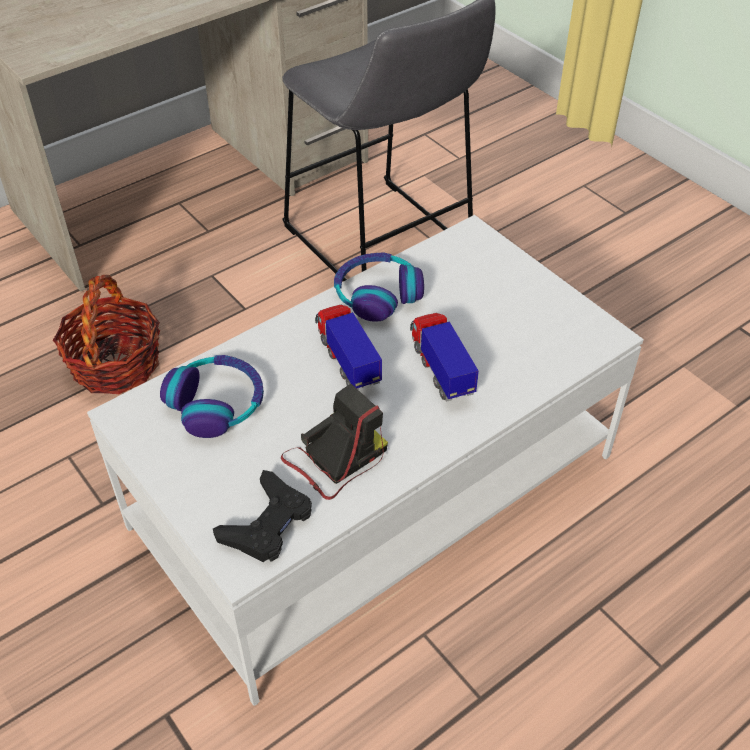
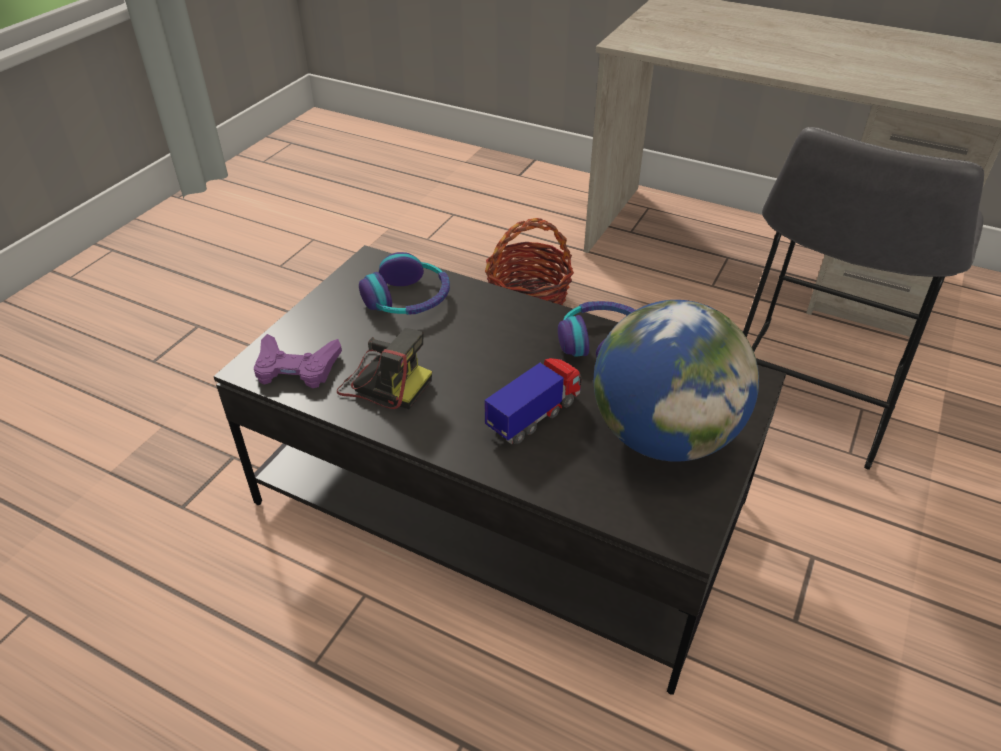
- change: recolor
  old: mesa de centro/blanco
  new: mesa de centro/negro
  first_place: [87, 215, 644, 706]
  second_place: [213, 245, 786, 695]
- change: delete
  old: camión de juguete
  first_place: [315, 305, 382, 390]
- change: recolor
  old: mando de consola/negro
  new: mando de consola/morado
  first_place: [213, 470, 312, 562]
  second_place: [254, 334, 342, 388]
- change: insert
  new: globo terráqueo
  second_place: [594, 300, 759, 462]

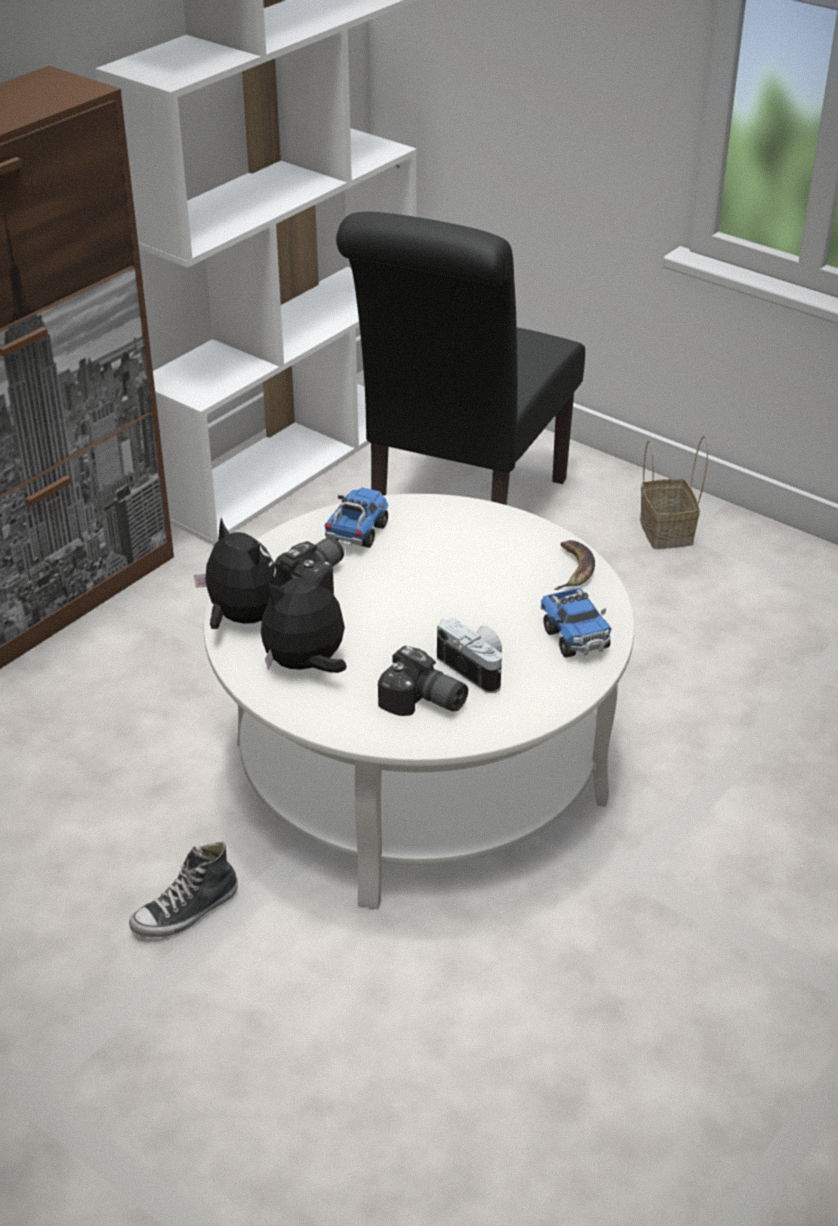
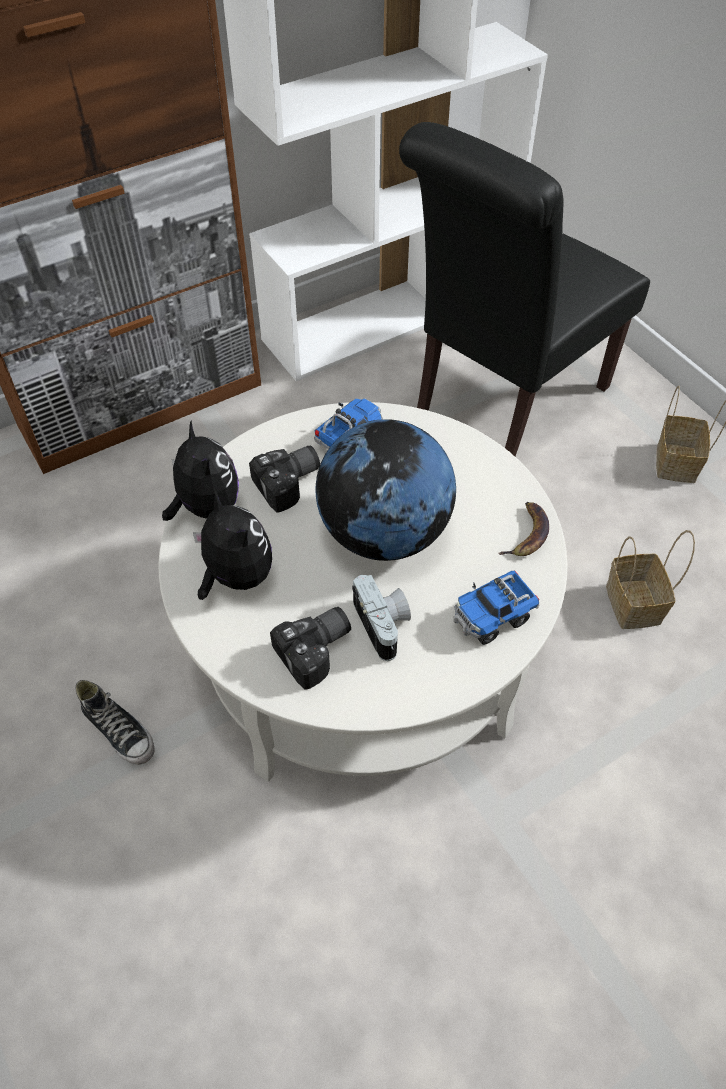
- change: rotate
  old: peluche
  first_place: [261, 567, 347, 673]
  second_place: [193, 491, 272, 600]
  degrees: 60
- change: rotate
  old: camión de juguete
  first_place: [541, 588, 612, 658]
  second_place: [453, 571, 539, 645]
  degrees: 60
- change: rotate
  old: cámara
  first_place: [378, 646, 468, 716]
  second_place: [270, 607, 351, 690]
  degrees: -90
- change: rotate
  old: zapato
  first_place: [129, 842, 238, 937]
  second_place: [76, 680, 155, 765]
  degrees: -120
- change: insert
  new: globo terráqueo
  second_place: [316, 419, 456, 561]
- change: insert
  new: cesta
  second_place: [606, 530, 695, 629]

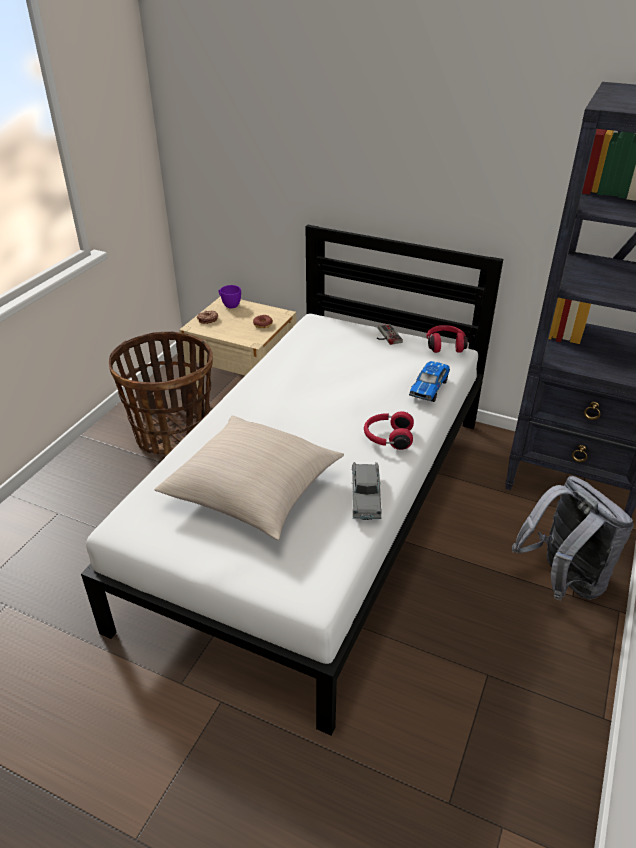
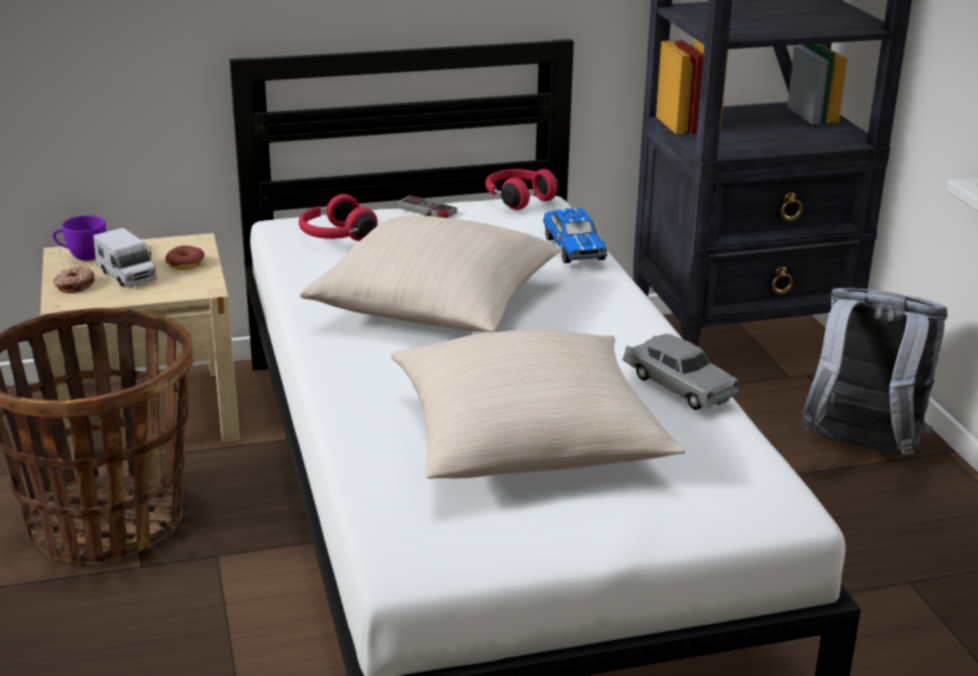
- change: move
  old: auriculares/rojo
  first_place: [364, 411, 414, 450]
  second_place: [299, 194, 378, 241]
- change: insert
  new: cojín/beis
  second_place: [300, 215, 562, 332]
- change: insert
  new: camión de juguete
  second_place: [93, 228, 157, 287]

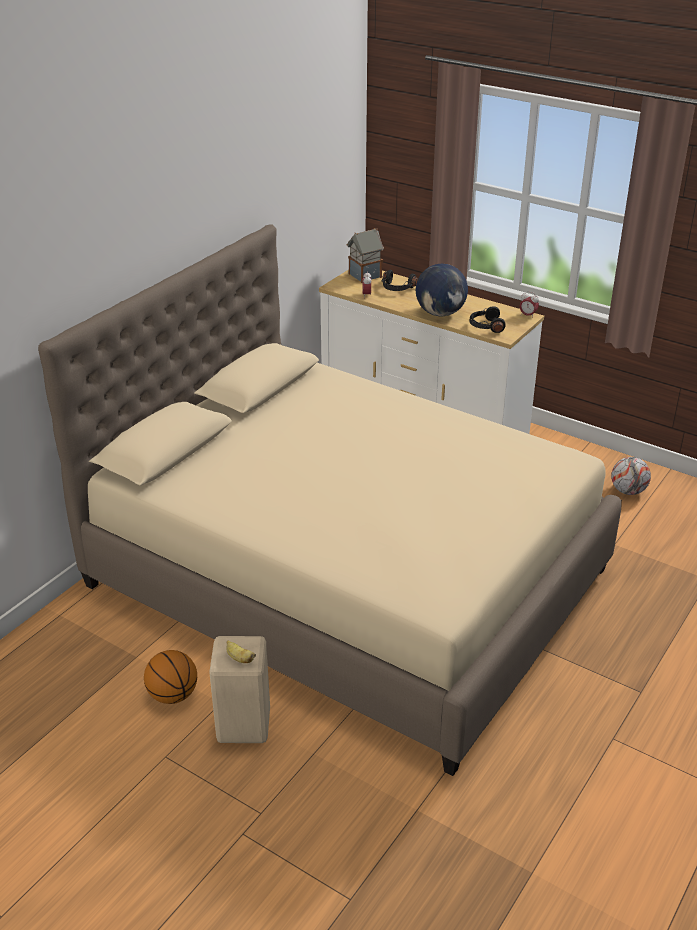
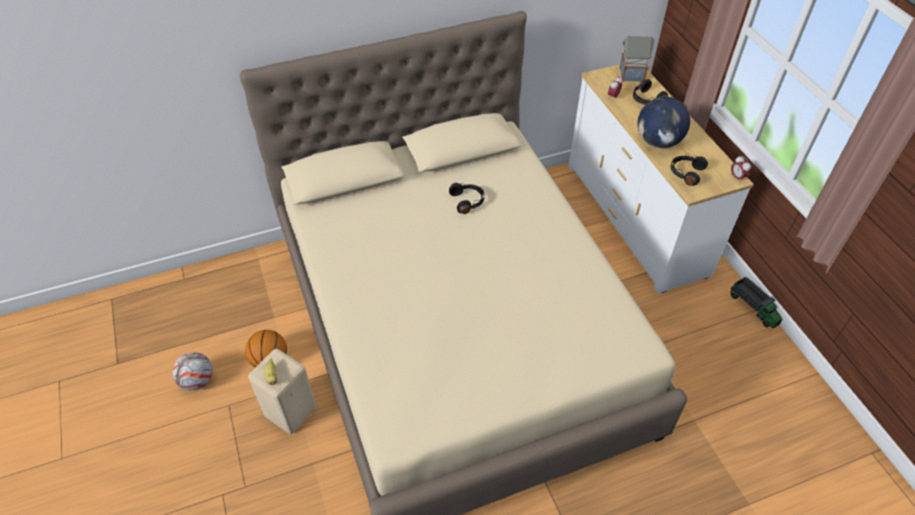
- change: move
  old: balón de fútbol
  first_place: [611, 457, 651, 495]
  second_place: [172, 352, 213, 391]
- change: insert
  new: auriculares/negro
  second_place: [449, 183, 485, 214]
- change: insert
  new: camión de juguete
  second_place: [730, 277, 782, 328]

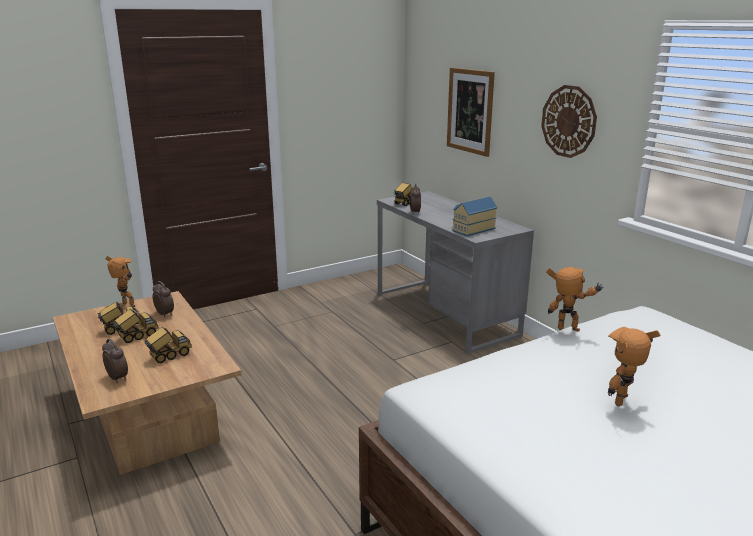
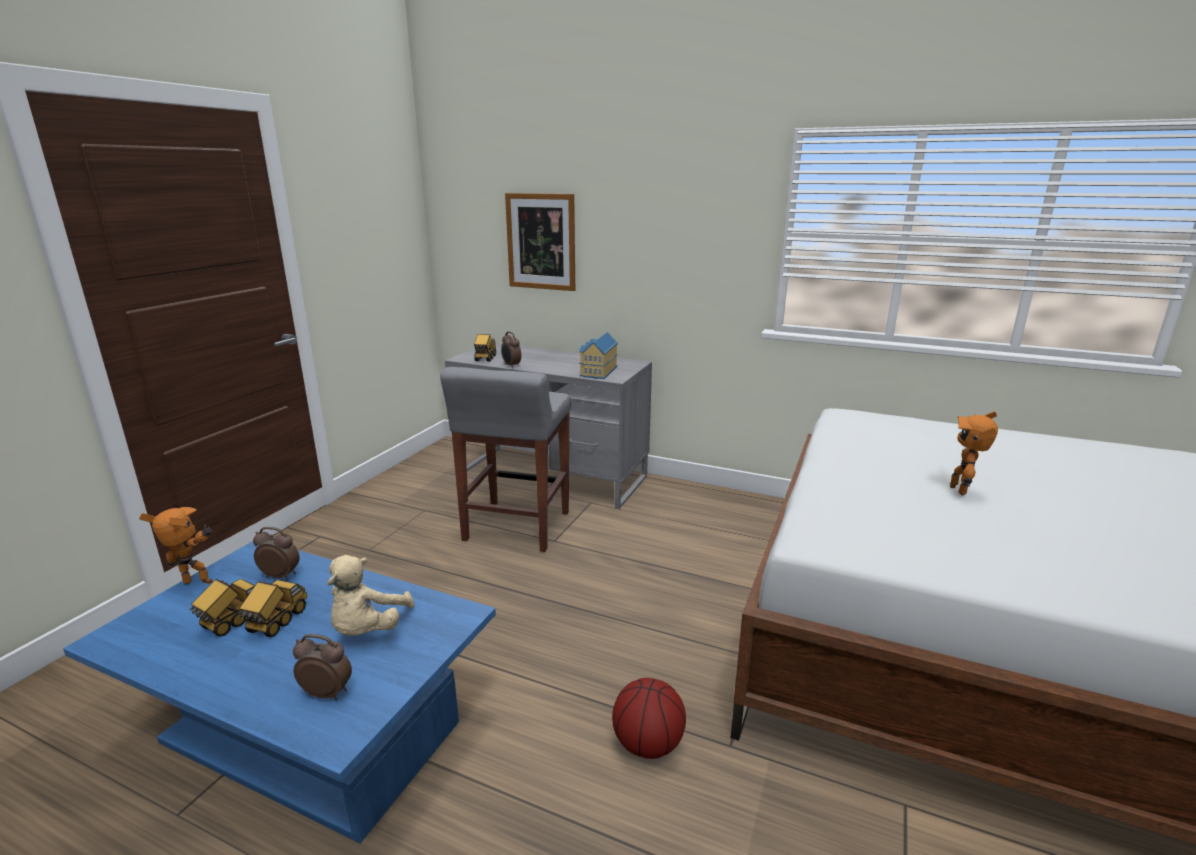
- change: delete
  old: reloj de pared
  first_place: [541, 85, 597, 158]
- change: delete
  old: robot de juguete
  first_place: [546, 267, 604, 332]
- change: recolor
  old: mesa de centro/marrón
  new: mesa de centro/azul
  first_place: [53, 291, 242, 475]
  second_place: [63, 541, 496, 844]
- change: replace
  old: camión de juguete
  new: peluche/beis
  first_place: [144, 326, 192, 363]
  second_place: [327, 555, 415, 636]
- change: insert
  new: taburete/gris
  second_place: [440, 367, 571, 552]
- change: insert
  new: balón de baloncesto
  second_place: [612, 678, 686, 759]

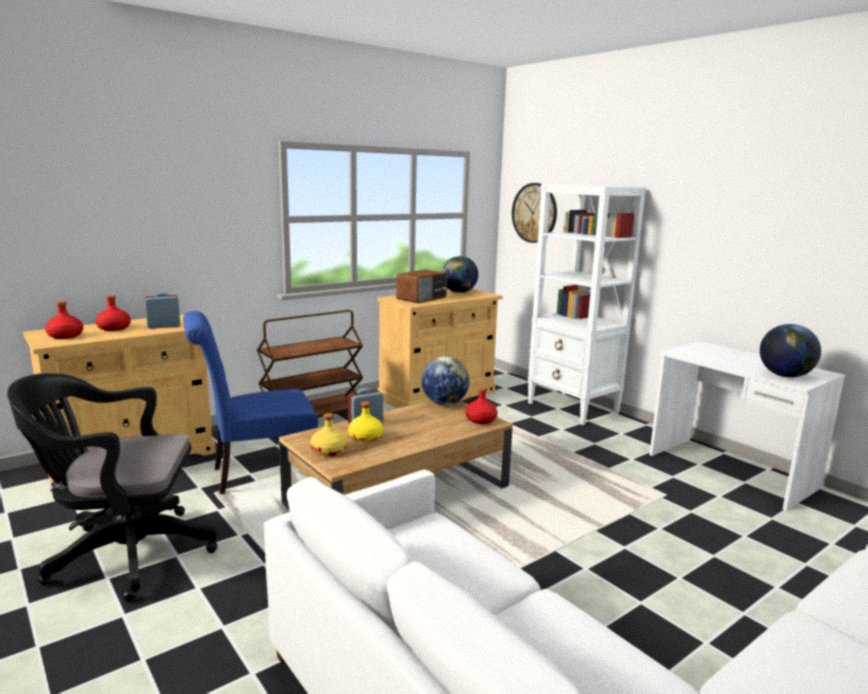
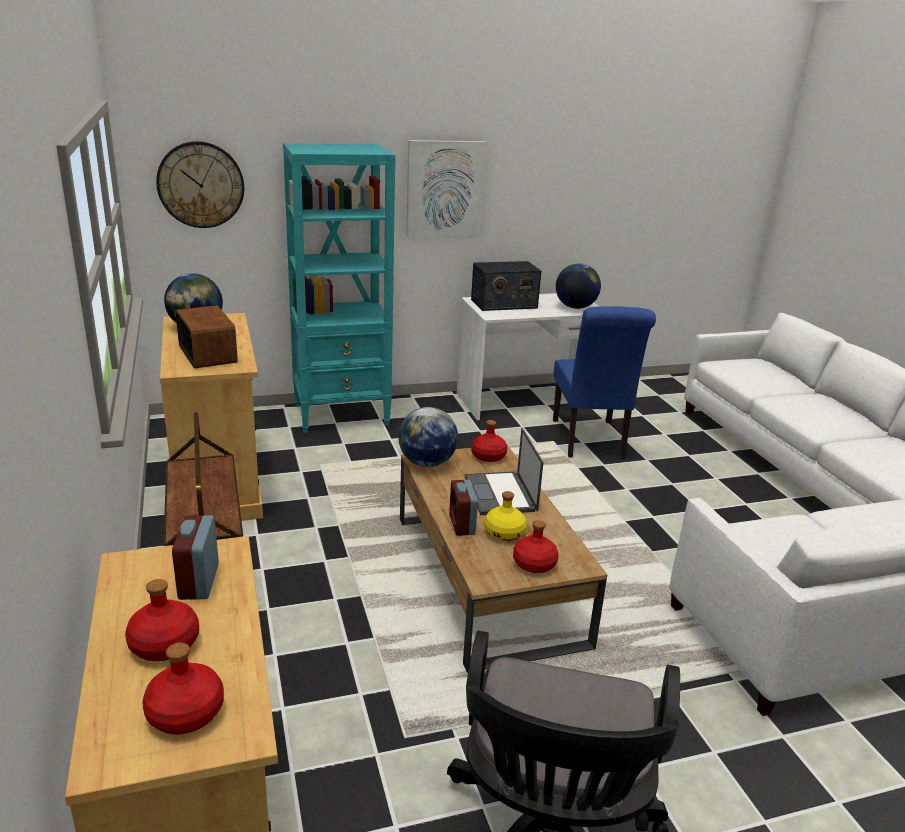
- change: recolor
  old: estantería/blanco
  new: estantería/turquesa
  first_place: [527, 184, 646, 425]
  second_place: [283, 143, 396, 433]
- change: move
  old: silla/azul
  first_place: [183, 311, 318, 494]
  second_place: [553, 306, 656, 459]
- change: recolor
  old: botella/amarillo
  new: botella/rojo
  first_place: [311, 413, 347, 456]
  second_place: [513, 520, 559, 573]
- change: insert
  new: cuadro
  second_place: [406, 140, 486, 238]
- change: insert
  new: radio
  second_place: [471, 261, 541, 311]
- change: insert
  new: portátil
  second_place: [465, 428, 544, 515]

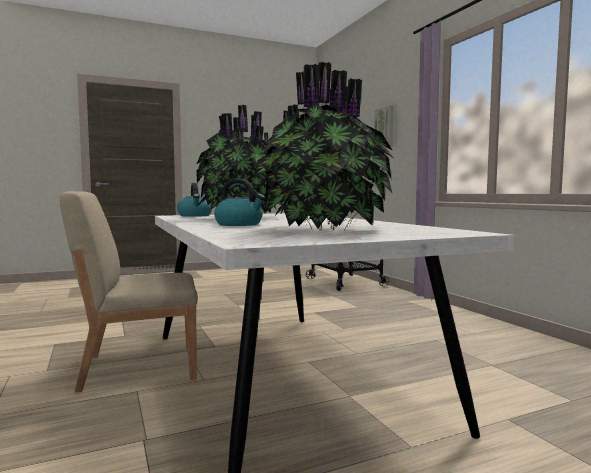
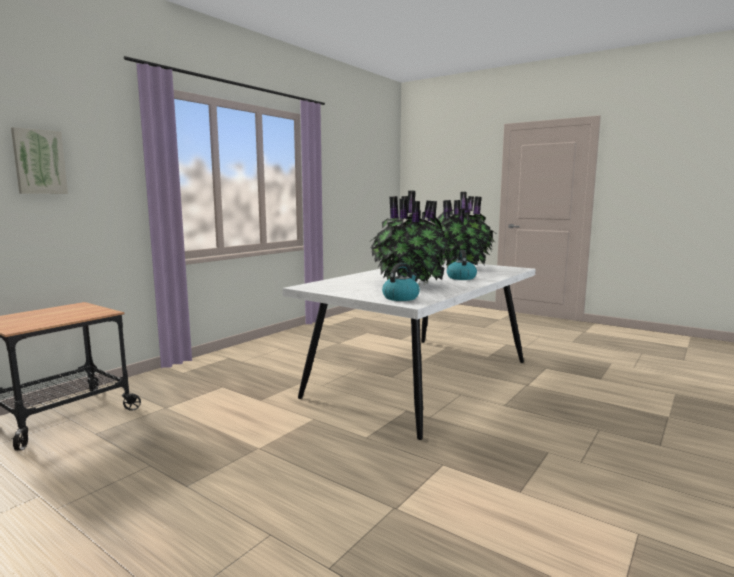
- change: delete
  old: silla/beis
  first_place: [60, 191, 198, 393]

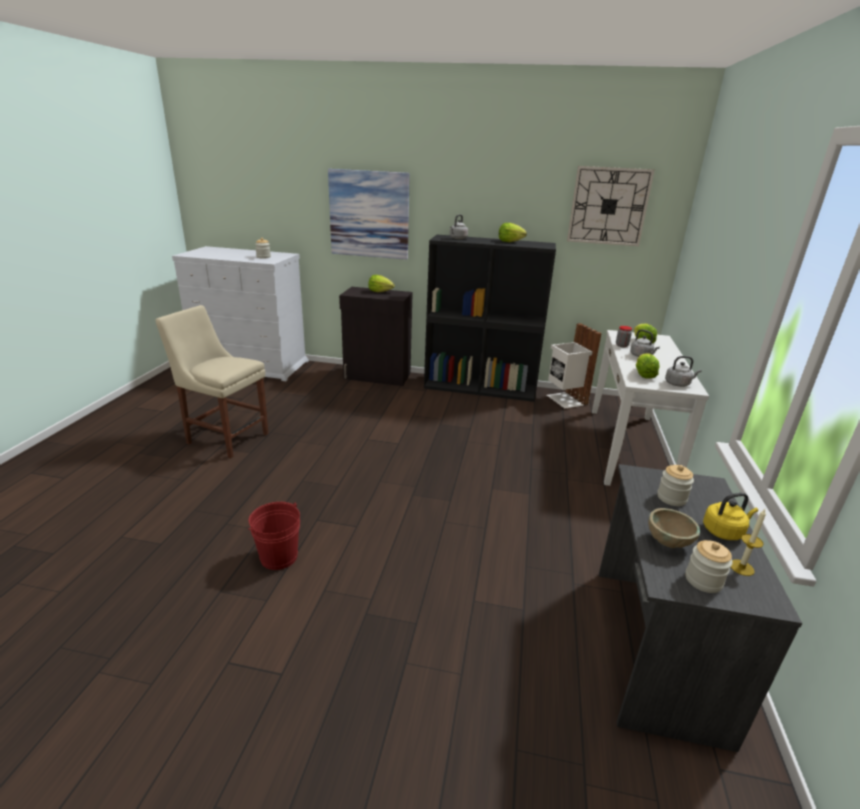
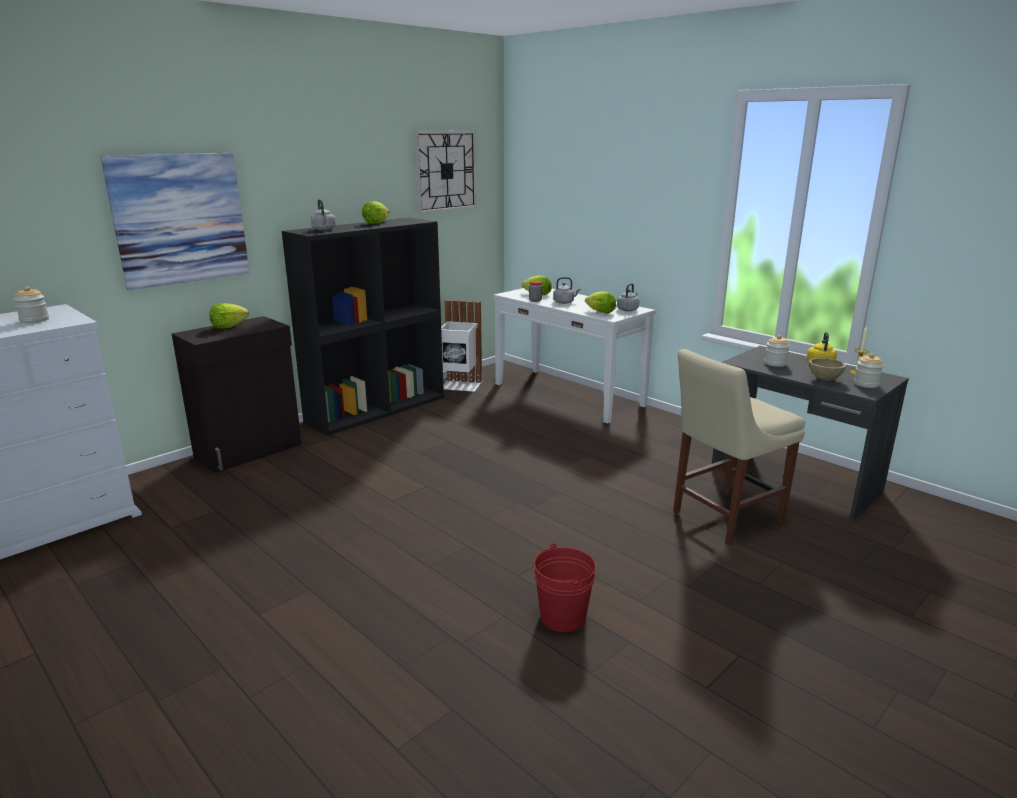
- change: move
  old: silla/beis
  first_place: [156, 305, 269, 458]
  second_place: [673, 349, 805, 545]

